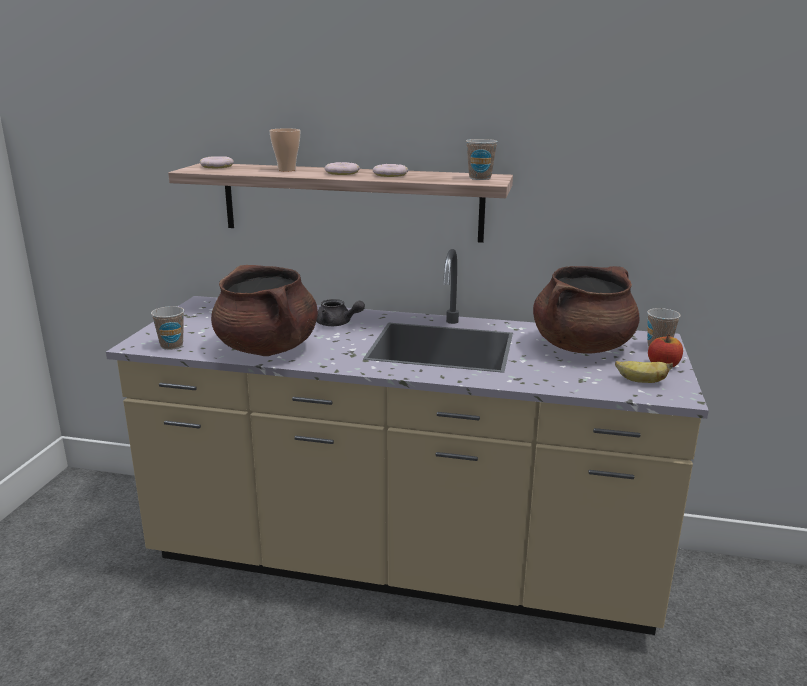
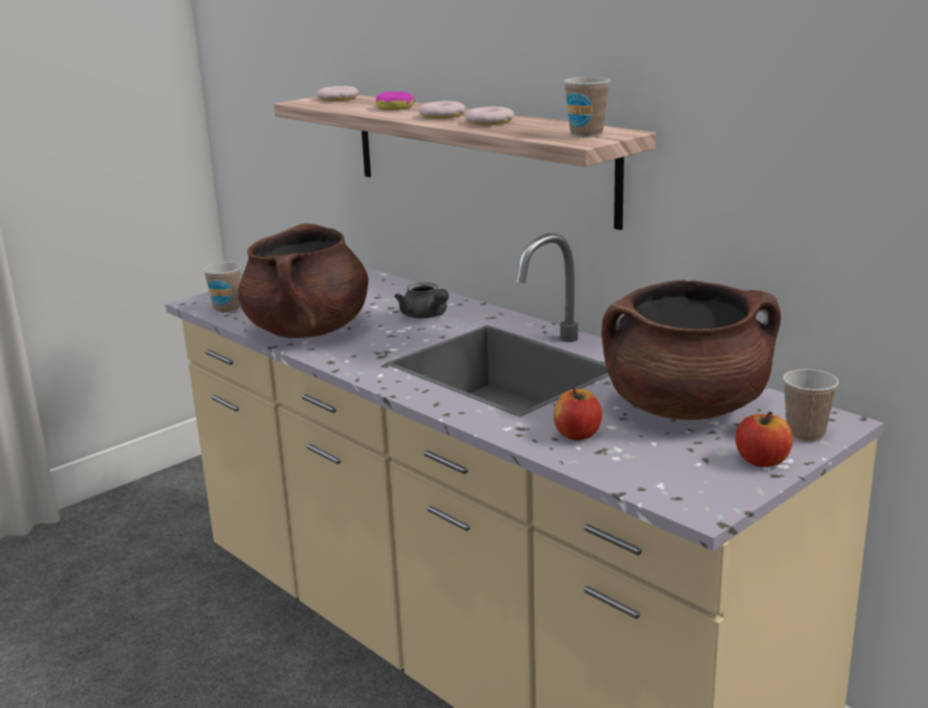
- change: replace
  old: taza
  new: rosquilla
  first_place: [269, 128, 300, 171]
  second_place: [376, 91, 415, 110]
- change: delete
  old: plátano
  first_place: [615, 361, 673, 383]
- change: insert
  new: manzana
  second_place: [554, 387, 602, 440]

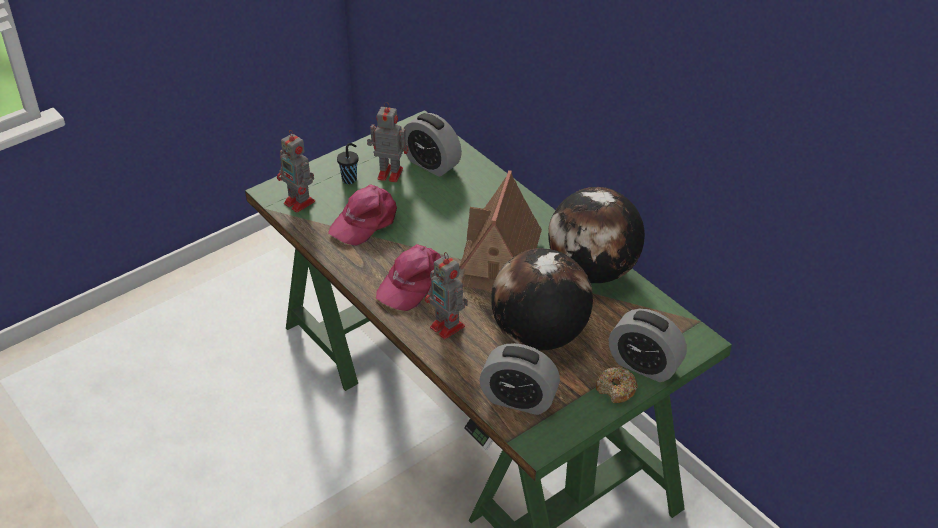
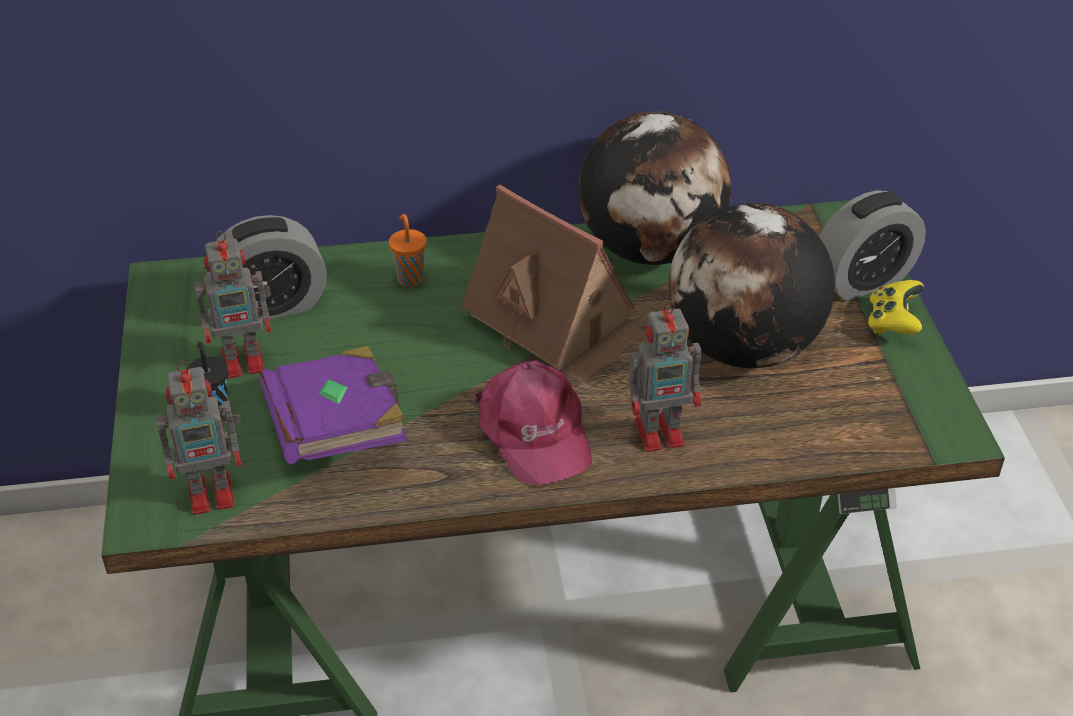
- change: rotate
  old: robot de juguete
  first_place: [367, 102, 408, 183]
  second_place: [194, 231, 272, 379]
  degrees: -150
- change: replace
  old: gorra/rosa
  new: libro/morado
  first_place: [328, 184, 397, 246]
  second_place: [259, 346, 407, 464]
- change: delete
  old: despertador
  first_place: [479, 343, 560, 415]
- change: replace
  old: rosquilla
  new: mando de consola/amarillo
  first_place: [596, 367, 638, 403]
  second_place: [868, 280, 924, 334]
- change: insert
  new: taza/naranja
  second_place: [389, 214, 427, 287]

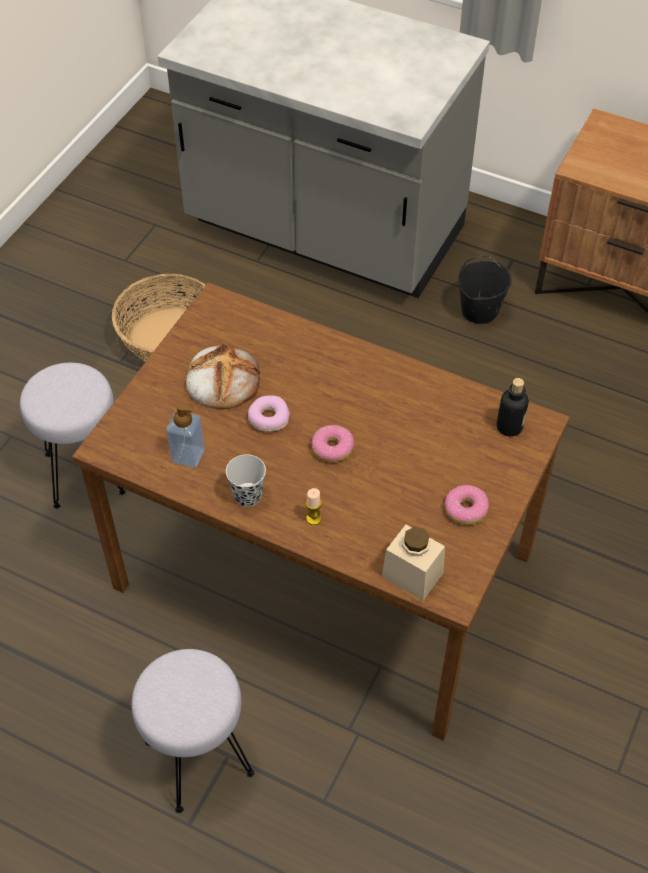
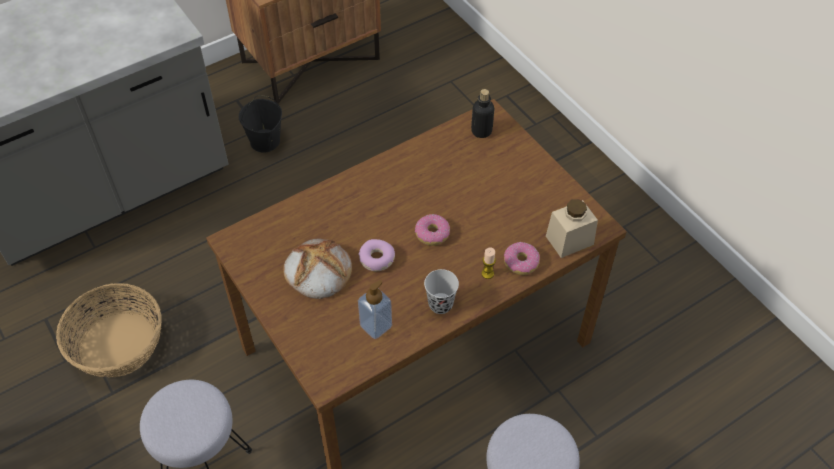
- change: move
  old: rosquilla
  first_place: [444, 485, 489, 525]
  second_place: [504, 242, 540, 275]

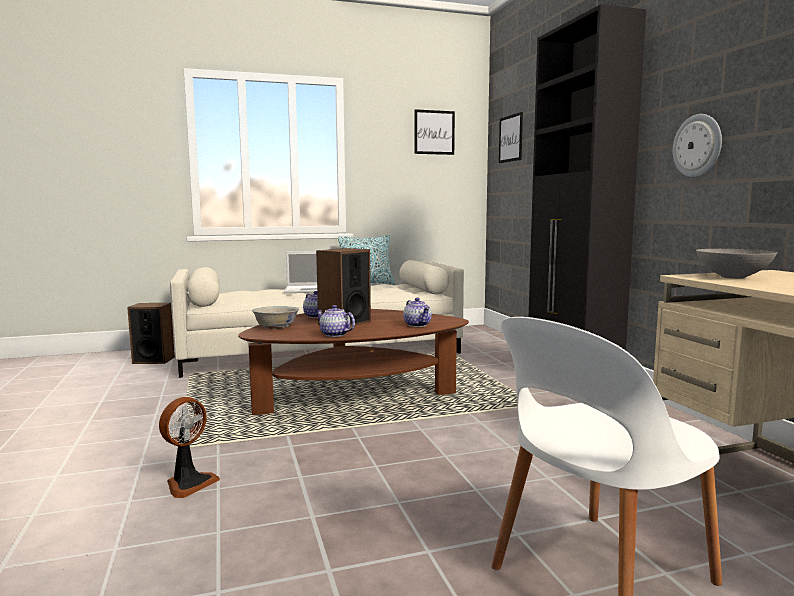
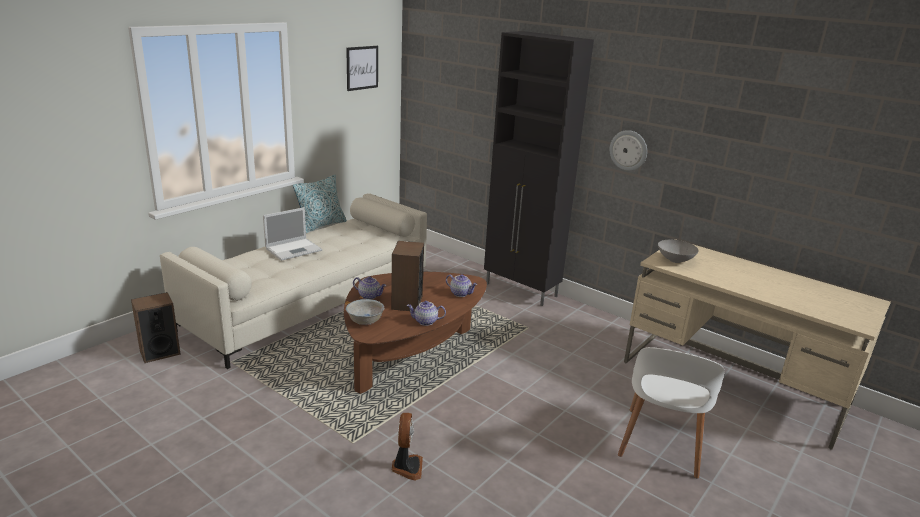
- change: delete
  old: cuadro
  first_place: [499, 112, 523, 163]

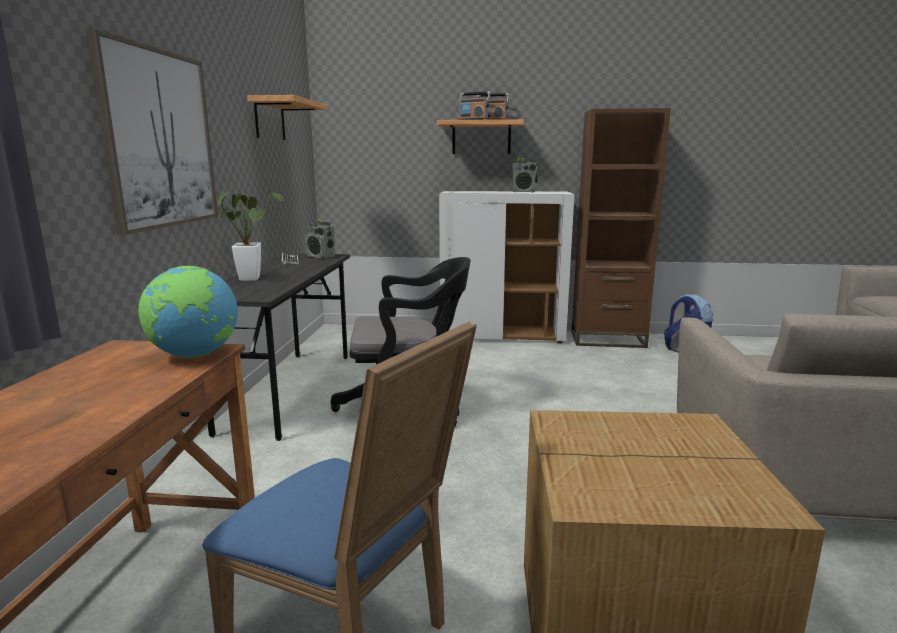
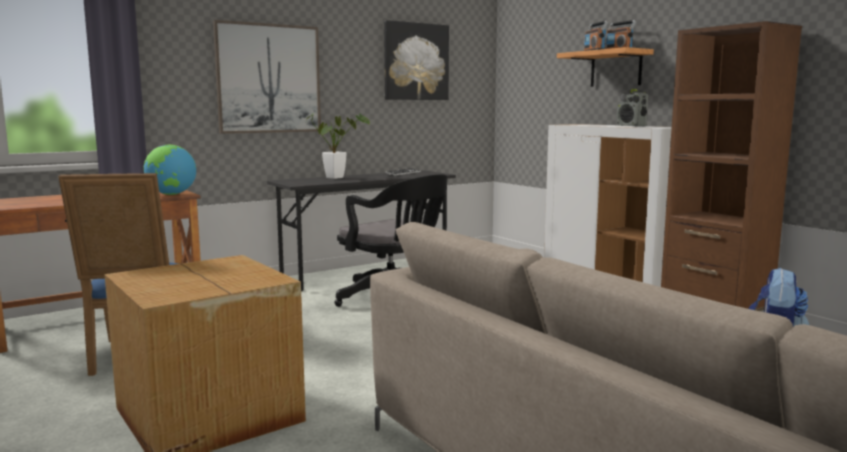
- change: replace
  old: estante
  new: cuadro
  first_place: [247, 95, 327, 140]
  second_place: [384, 20, 449, 100]
- change: delete
  old: radio
  first_place: [305, 219, 335, 259]

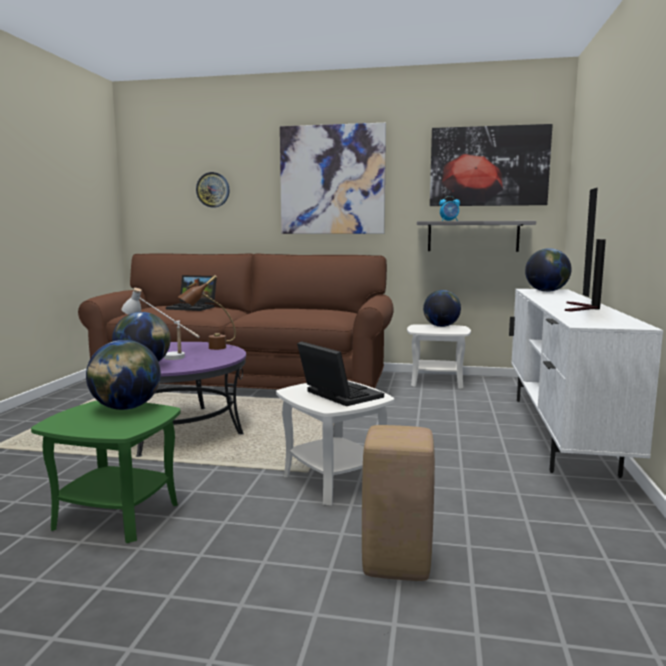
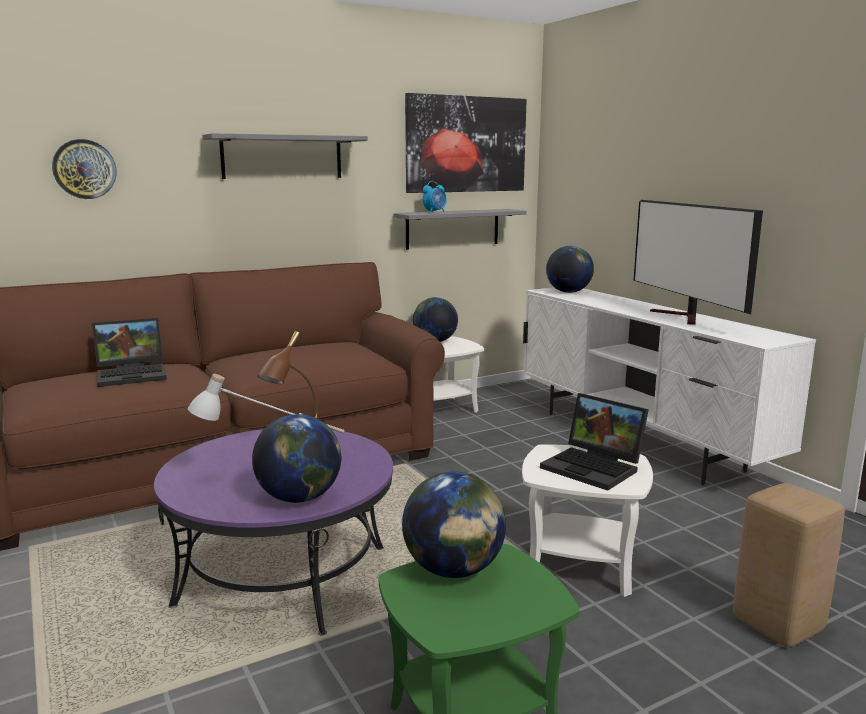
- change: replace
  old: cuadro
  new: estante/gris
  first_place: [280, 123, 386, 234]
  second_place: [202, 133, 368, 179]
- change: rotate
  old: portátil
  first_place: [297, 341, 384, 406]
  second_place: [540, 393, 649, 491]
  degrees: -150

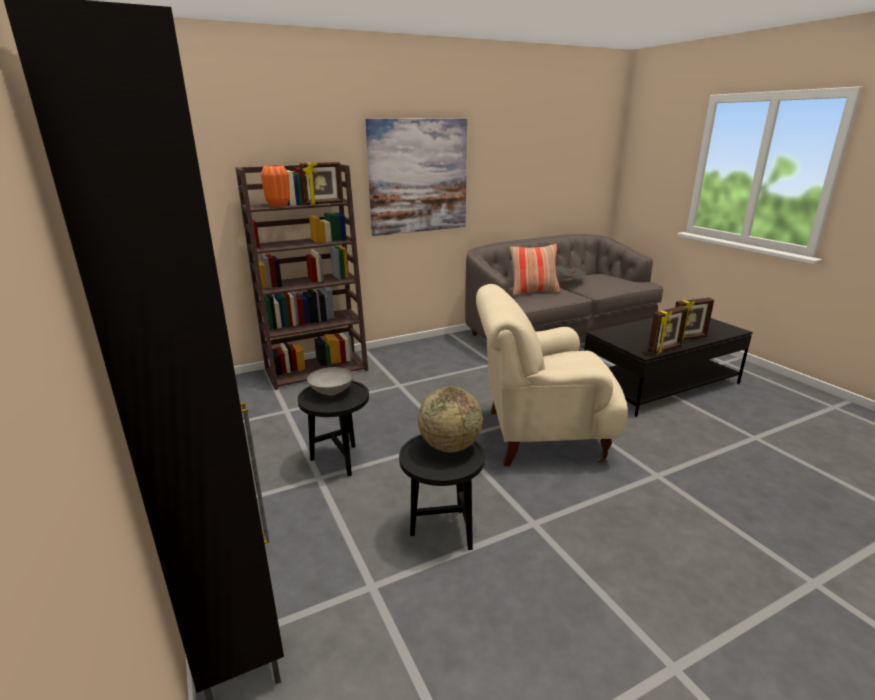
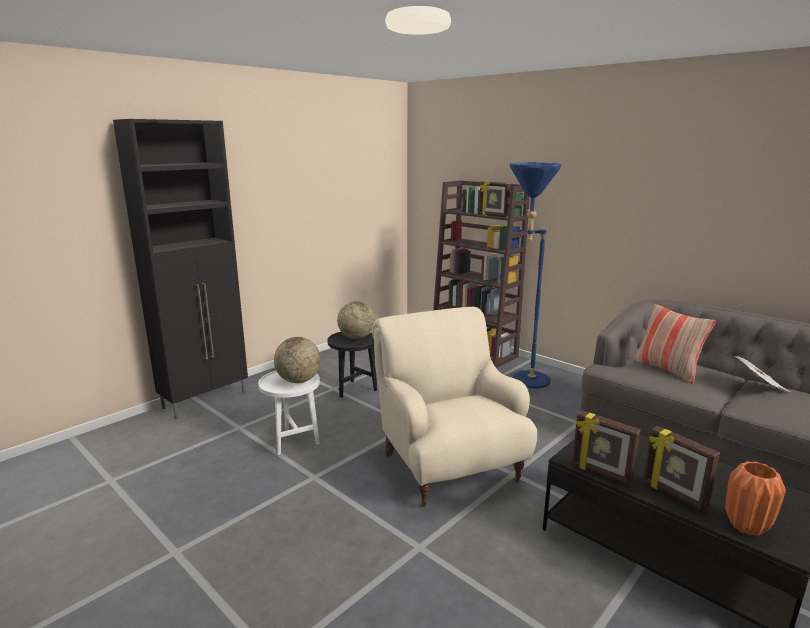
- change: delete
  old: cuadro
  first_place: [365, 119, 467, 236]
- change: move
  old: florero/naranja
  first_place: [261, 165, 290, 207]
  second_place: [725, 461, 786, 536]
- change: replace
  old: cuenco/gris
  new: globo terráqueo
  first_place: [307, 367, 354, 396]
  second_place: [337, 301, 375, 339]
- change: recolor
  old: mesa auxiliar/negro
  new: mesa auxiliar/blanco
  first_place: [399, 435, 485, 550]
  second_place: [258, 371, 320, 455]
- change: insert
  new: lámpara de pie/azul
  second_place: [509, 163, 562, 389]

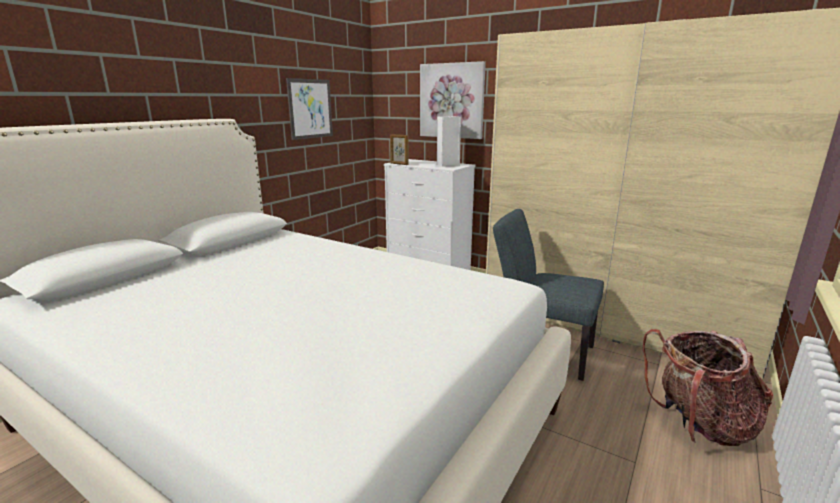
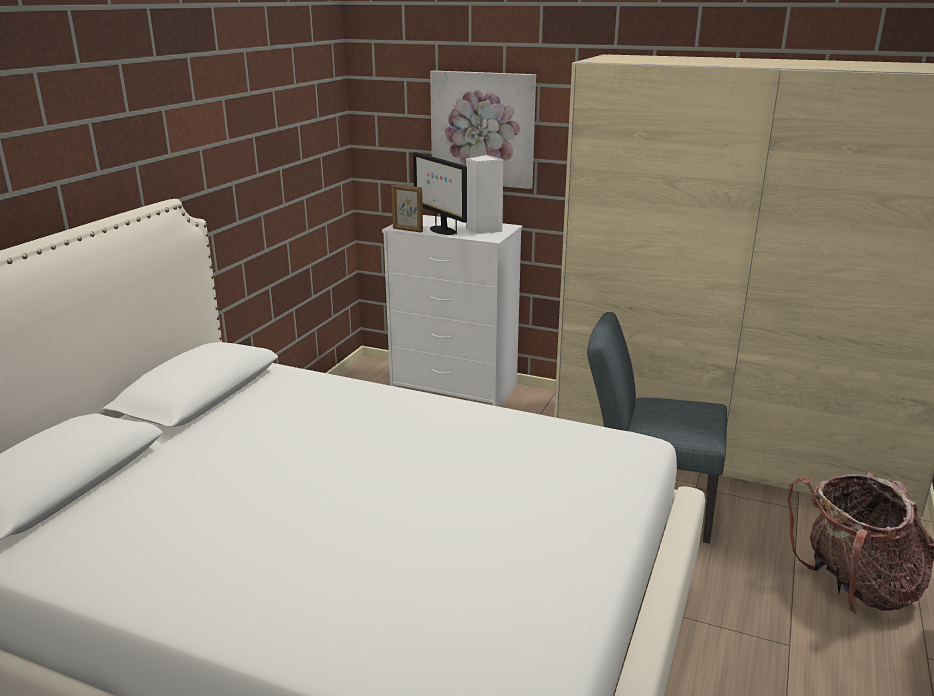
- change: delete
  old: cuadro
  first_place: [286, 78, 333, 140]
- change: insert
  new: monitor
  second_place: [413, 152, 467, 235]

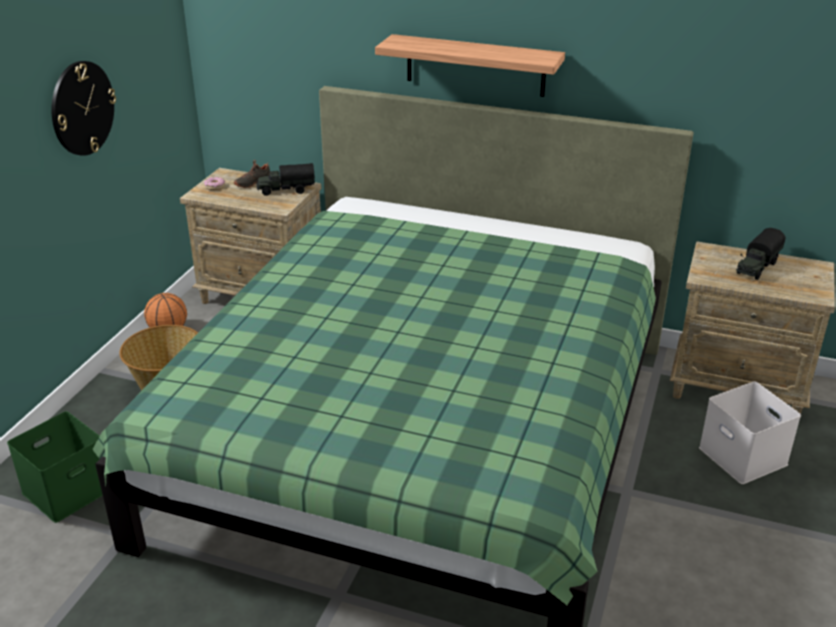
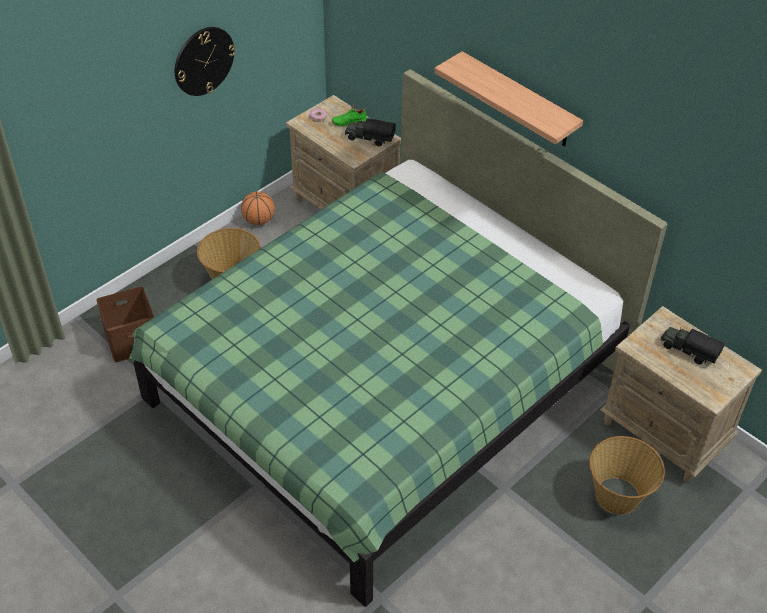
- change: recolor
  old: zapato/negro
  new: zapato/verde
  first_place: [234, 160, 270, 188]
  second_place: [332, 105, 367, 127]
- change: rotate
  old: camión de juguete
  first_place: [736, 228, 785, 280]
  second_place: [661, 327, 725, 365]
  degrees: 60
- change: replace
  old: caja de almacenaje/blanco
  new: cesta
  first_place: [699, 381, 801, 484]
  second_place: [589, 436, 665, 514]
- change: recolor
  old: caja de almacenaje/verde
  new: caja de almacenaje/marrón
  first_place: [7, 411, 103, 523]
  second_place: [96, 286, 154, 362]

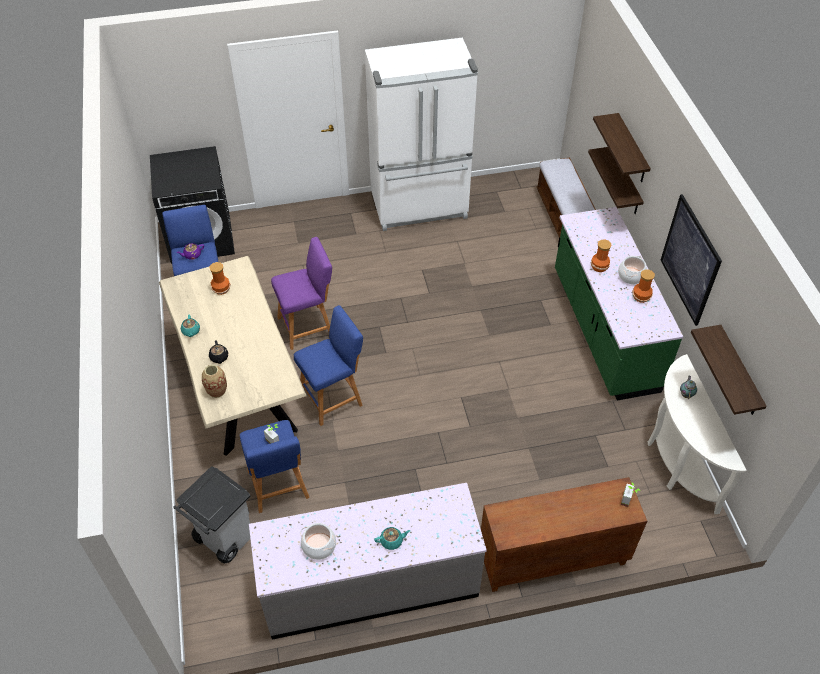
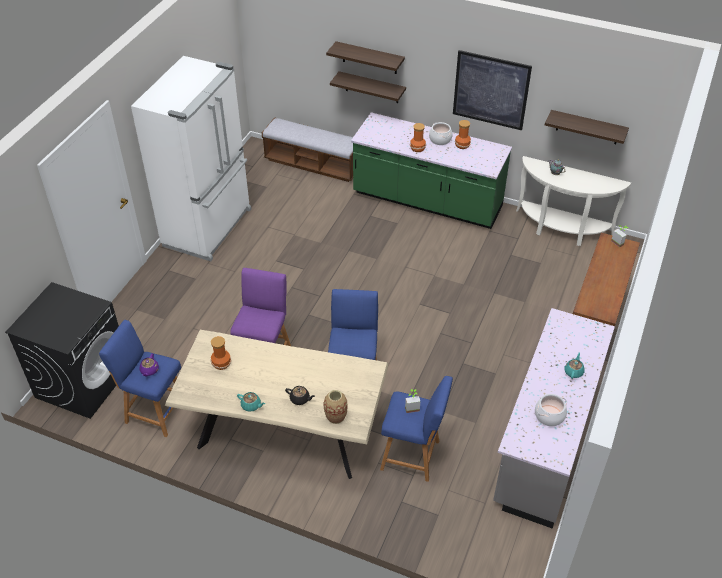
- change: delete
  old: papelera/gris
  first_place: [173, 466, 251, 563]

